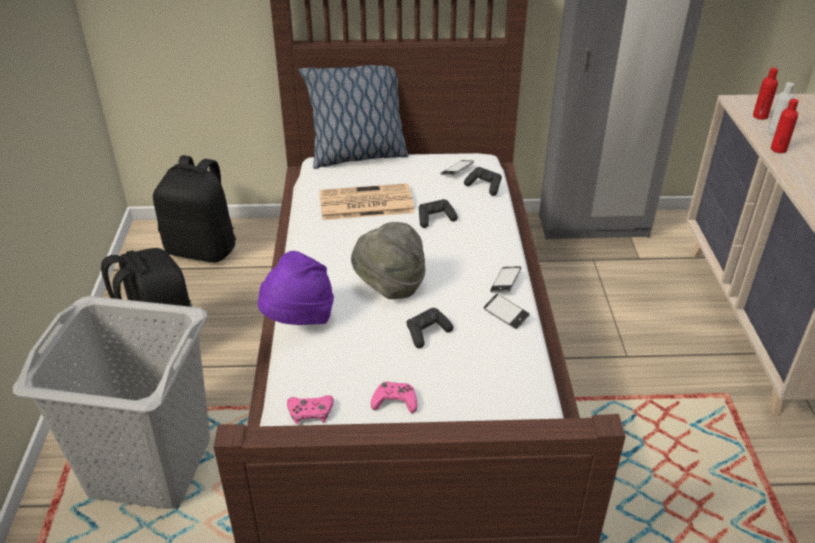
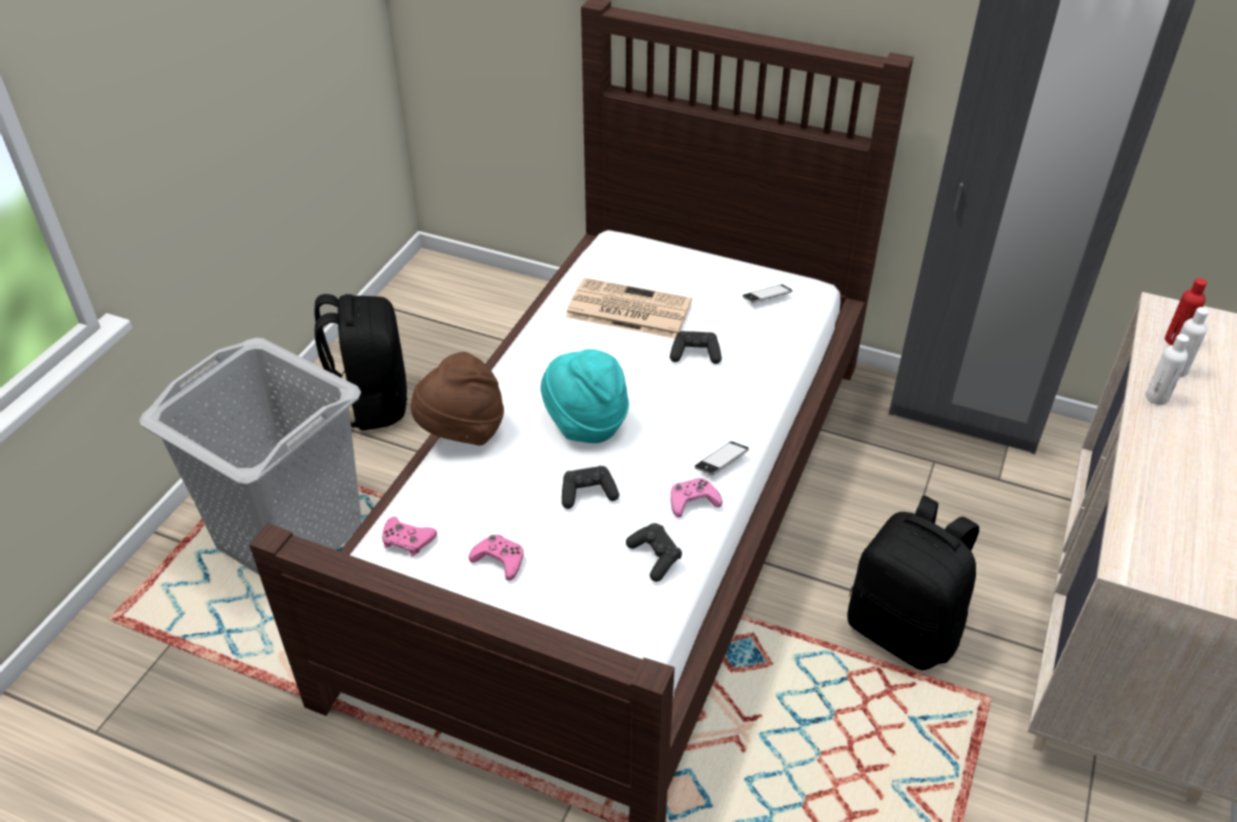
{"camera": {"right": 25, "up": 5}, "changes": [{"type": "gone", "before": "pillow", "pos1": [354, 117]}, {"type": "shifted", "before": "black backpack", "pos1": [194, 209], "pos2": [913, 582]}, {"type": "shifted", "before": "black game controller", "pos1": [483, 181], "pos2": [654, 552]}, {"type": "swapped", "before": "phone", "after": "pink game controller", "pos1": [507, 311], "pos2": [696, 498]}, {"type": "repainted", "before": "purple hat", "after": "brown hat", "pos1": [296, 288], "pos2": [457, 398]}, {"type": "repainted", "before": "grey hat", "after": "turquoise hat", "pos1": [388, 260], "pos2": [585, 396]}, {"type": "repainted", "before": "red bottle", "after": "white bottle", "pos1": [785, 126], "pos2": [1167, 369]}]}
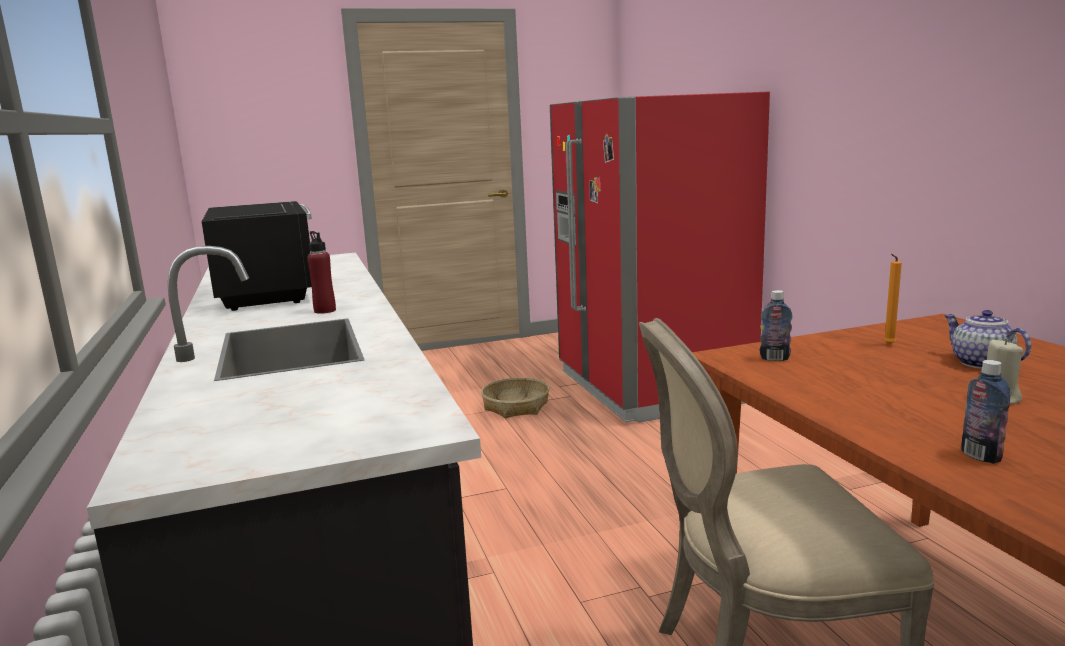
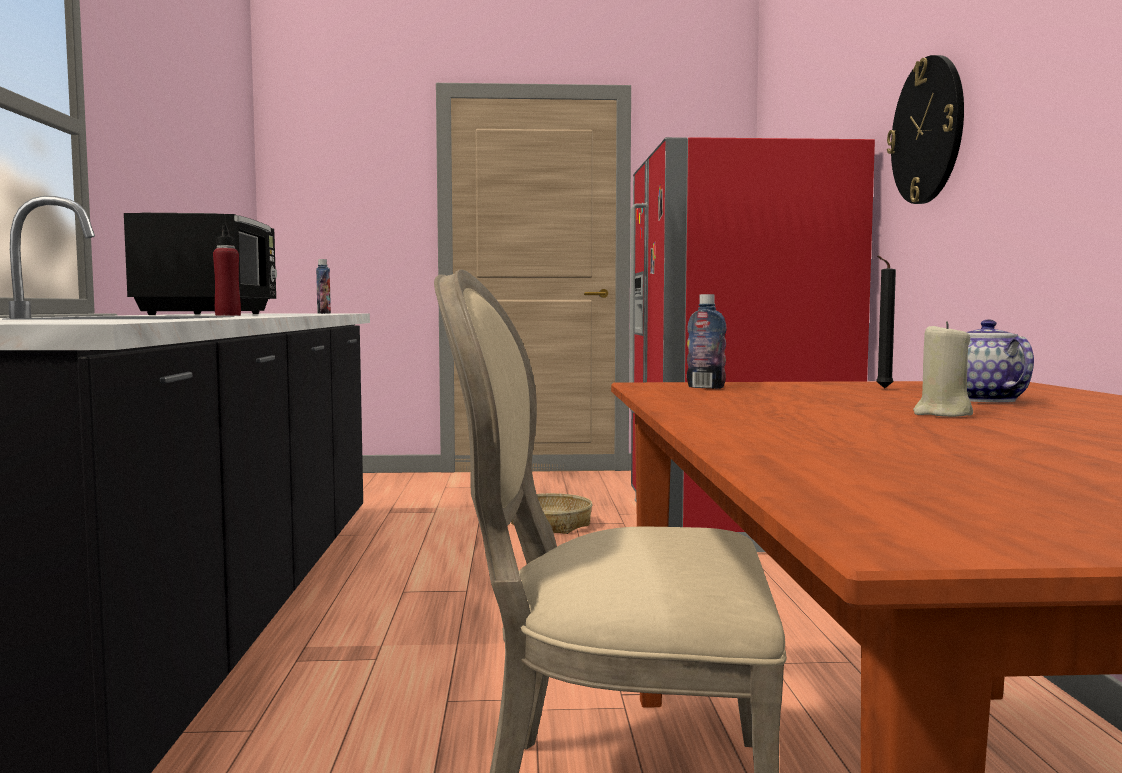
{"camera": {"right": 15, "up": -10}, "changes": [{"type": "new", "after": "wall clock", "pos2": [925, 129]}, {"type": "shifted", "before": "bottle", "pos1": [985, 412], "pos2": [323, 286]}, {"type": "repainted", "before": "orange candle", "after": "black candle", "pos1": [892, 299], "pos2": [886, 322]}]}
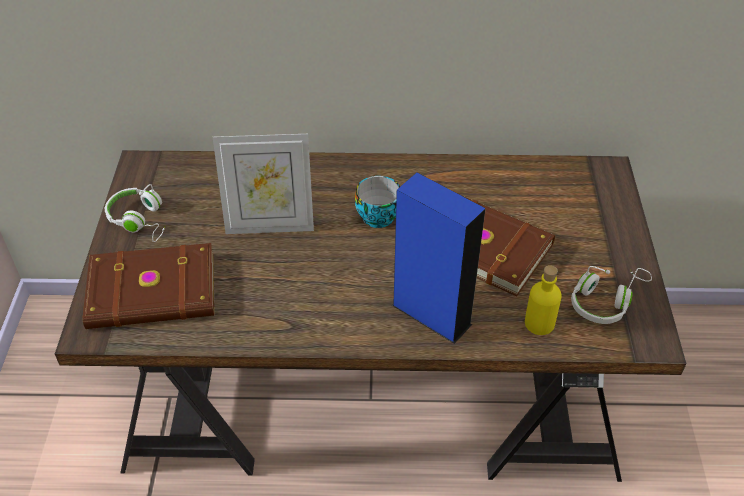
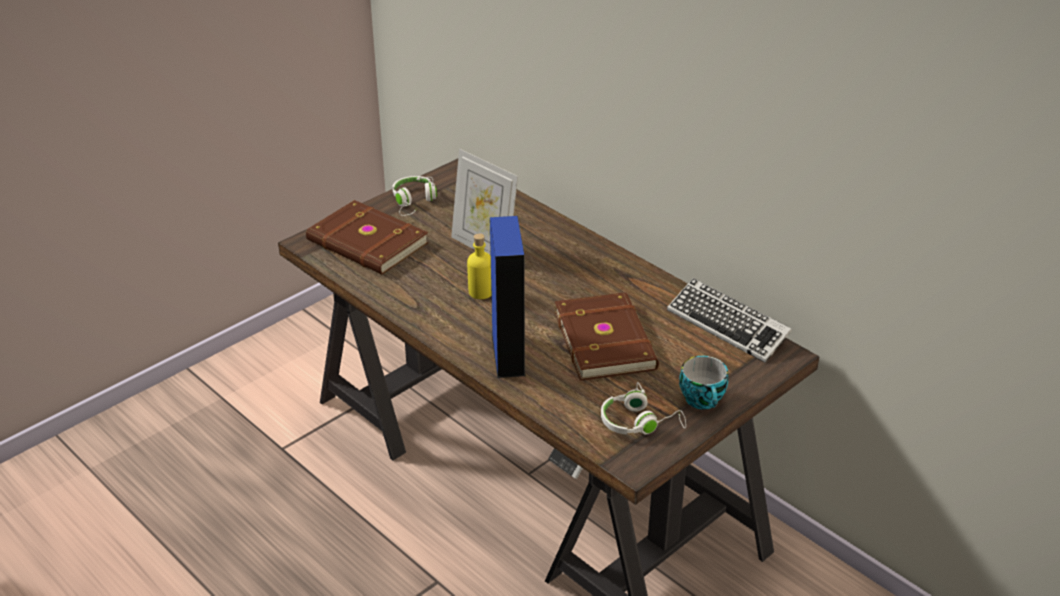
{"camera": {"right": 45, "up": -10}, "changes": [{"type": "new", "after": "keyboard", "pos2": [729, 320]}, {"type": "shifted", "before": "cup", "pos1": [377, 202], "pos2": [703, 382]}, {"type": "shifted", "before": "yellow bottle", "pos1": [543, 300], "pos2": [479, 266]}]}
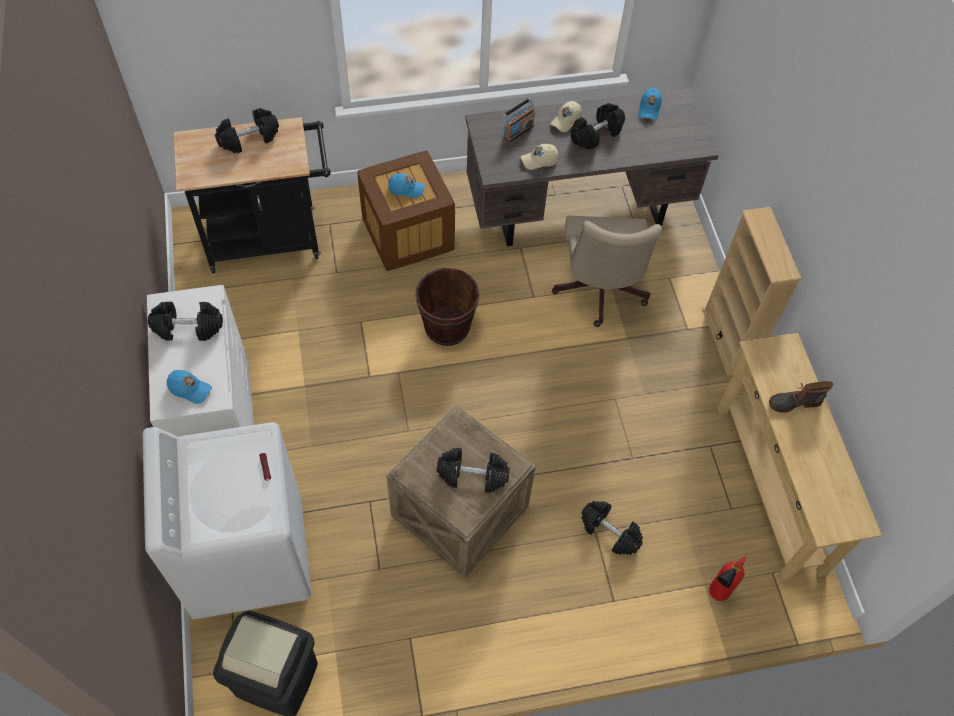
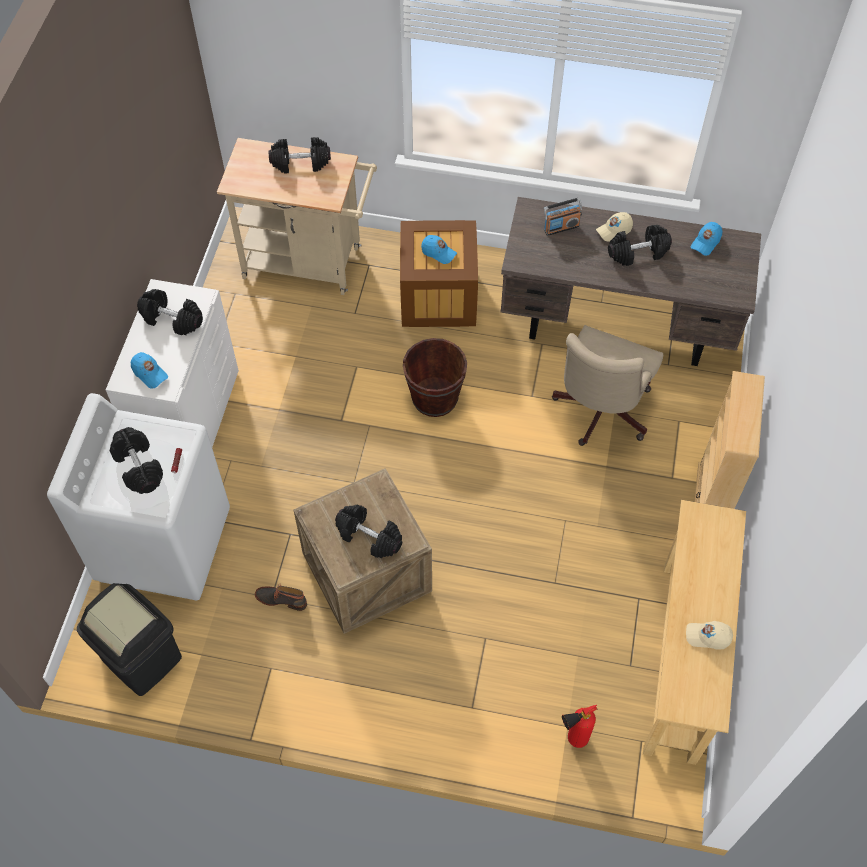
{"camera": {"right": 25, "up": 0}, "changes": [{"type": "shifted", "before": "beige cap", "pos1": [539, 157], "pos2": [709, 635]}, {"type": "shifted", "before": "black dumbbell", "pos1": [612, 528], "pos2": [136, 460]}, {"type": "shifted", "before": "boot", "pos1": [801, 397], "pos2": [281, 597]}, {"type": "repainted", "before": "black cart", "after": "beige cart", "pos1": [252, 195], "pos2": [297, 216]}]}
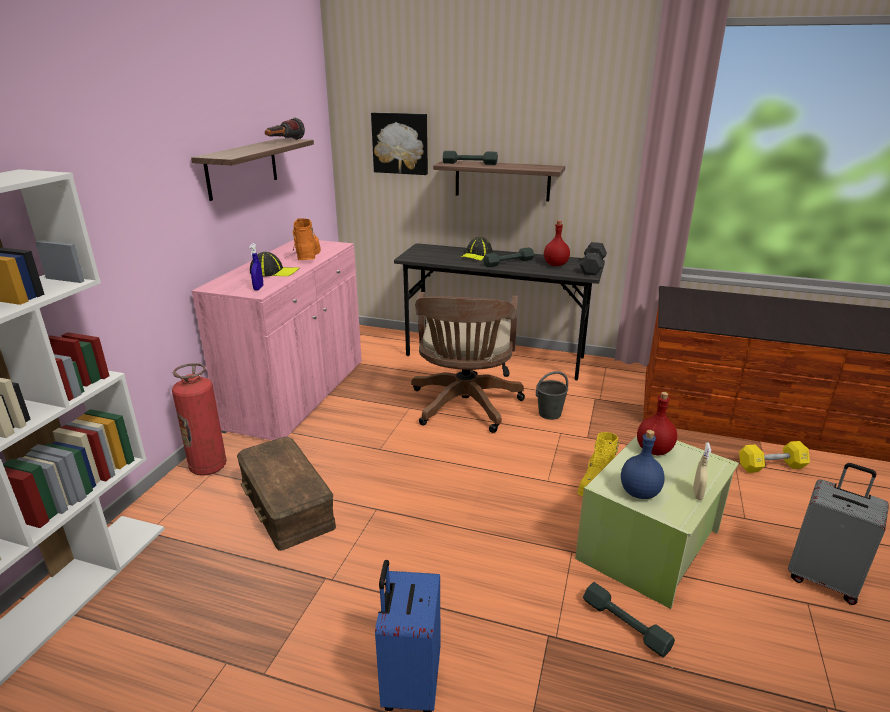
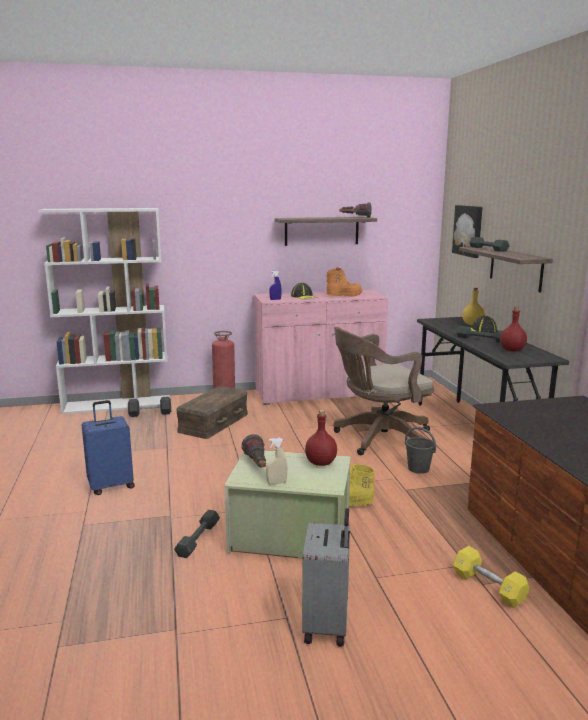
{"camera": {"right": 60, "up": -10}, "changes": [{"type": "new", "after": "yellow bottle", "pos2": [473, 306]}, {"type": "shifted", "before": "black dumbbell", "pos1": [593, 258], "pos2": [149, 407]}, {"type": "swapped", "before": "blue bottle", "after": "flashlight", "pos1": [643, 464], "pos2": [253, 451]}]}
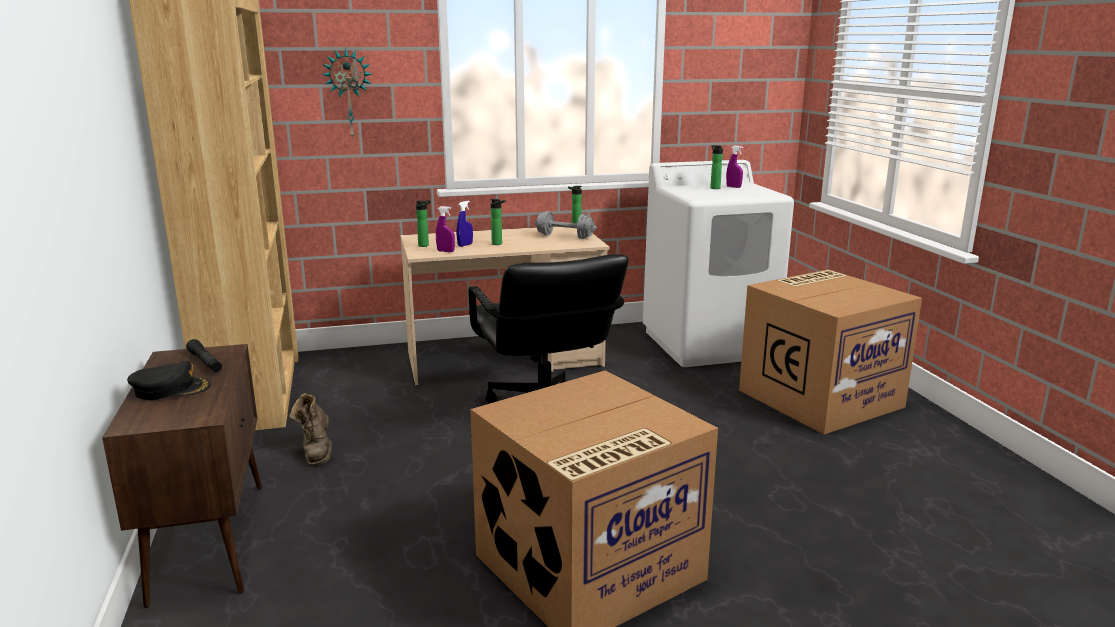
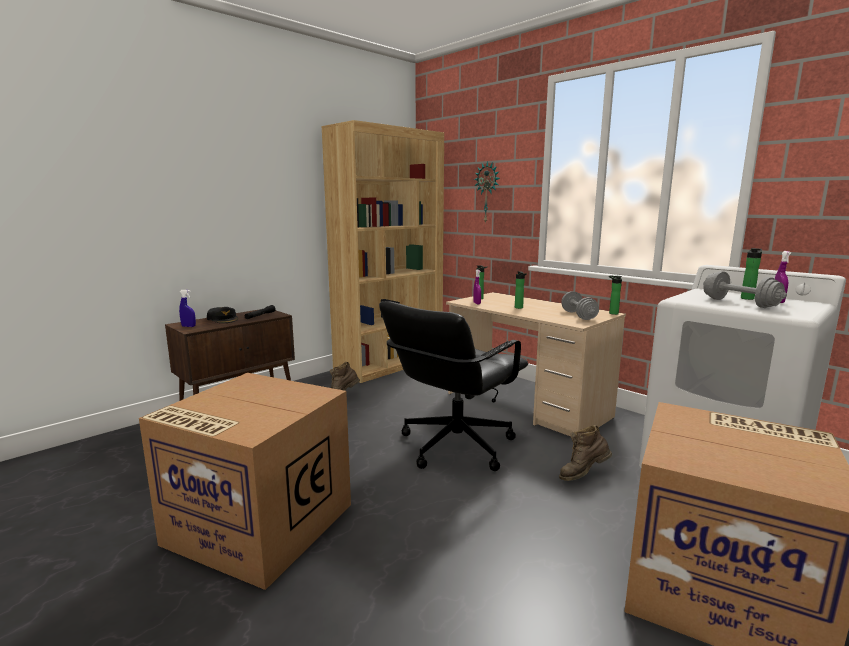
{"camera": {"right": 60, "up": -5}, "changes": [{"type": "new", "after": "brown boot", "pos2": [585, 453]}, {"type": "new", "after": "grey dumbbell", "pos2": [745, 289]}, {"type": "shifted", "before": "blue spray bottle", "pos1": [465, 224], "pos2": [187, 308]}]}
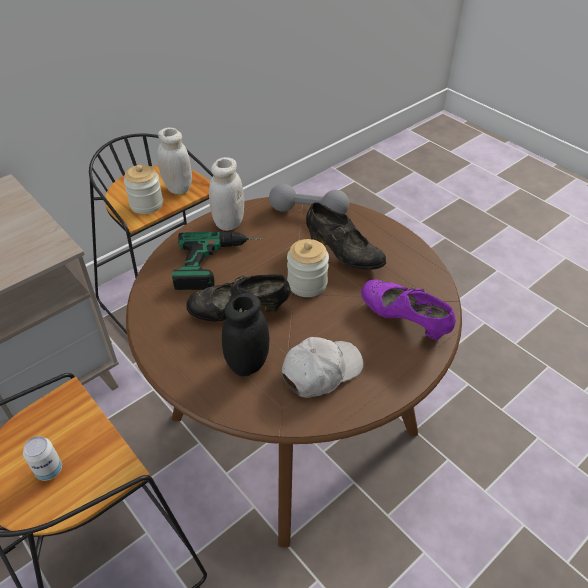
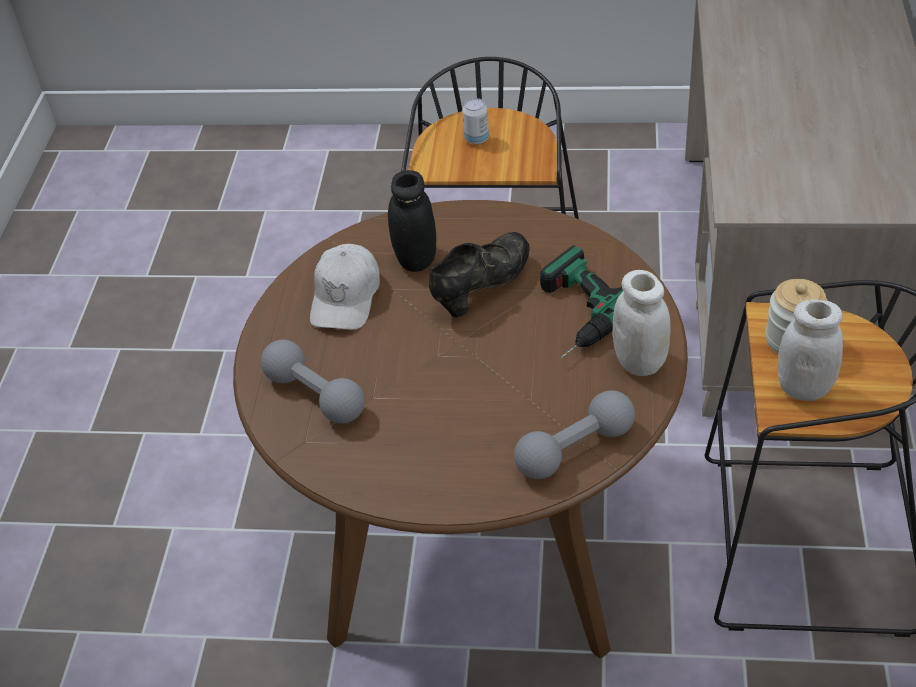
{"camera": {"right": 140, "up": 0}, "changes": [{"type": "gone", "before": "jar", "pos1": [308, 268]}, {"type": "gone", "before": "black shoe", "pos1": [346, 236]}, {"type": "swapped", "before": "purple shoe", "after": "grey dumbbell", "pos1": [408, 309], "pos2": [313, 381]}]}
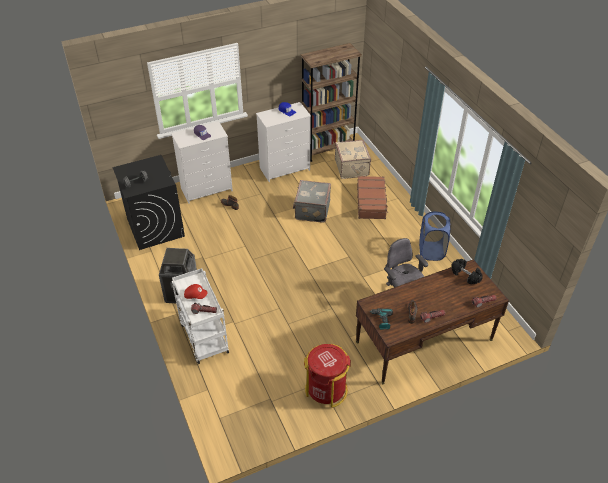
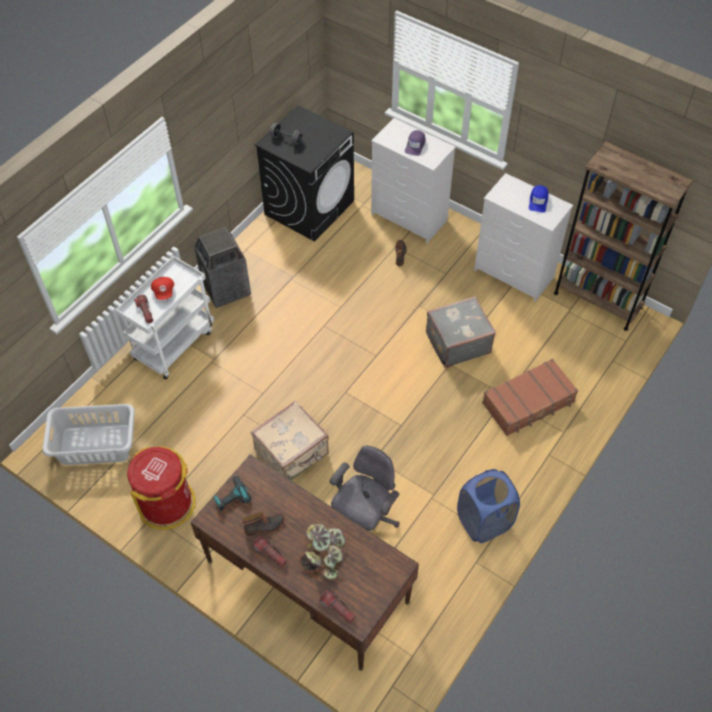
{"camera": {"right": 60, "up": 10}, "changes": [{"type": "gone", "before": "black dumbbell", "pos1": [467, 271]}, {"type": "new", "after": "grey laundry basket", "pos2": [89, 434]}, {"type": "new", "after": "potted plant", "pos2": [322, 551]}, {"type": "shifted", "before": "beige suitcase", "pos1": [353, 159], "pos2": [290, 440]}]}
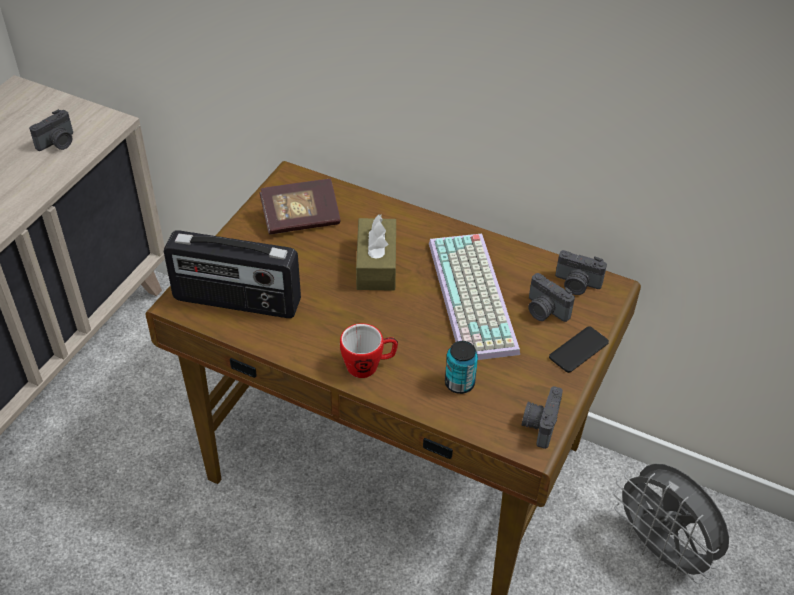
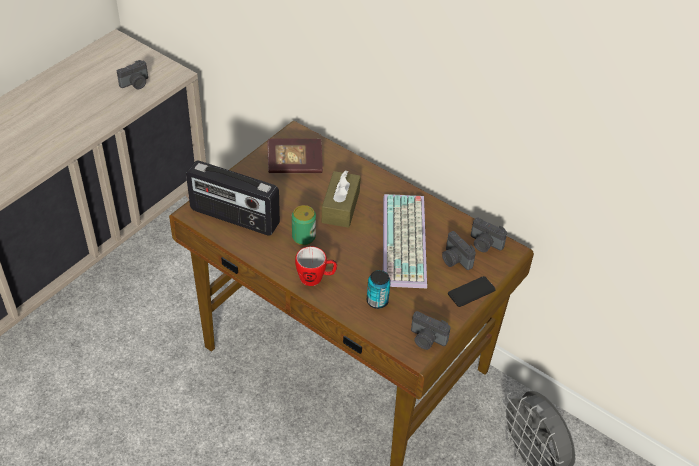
{"camera": {"right": 10, "up": 0}, "changes": [{"type": "new", "after": "can", "pos2": [304, 225]}, {"type": "rotated", "before": "photo camera", "pos1": [542, 417], "pos2": [431, 330], "turn": -90}]}
